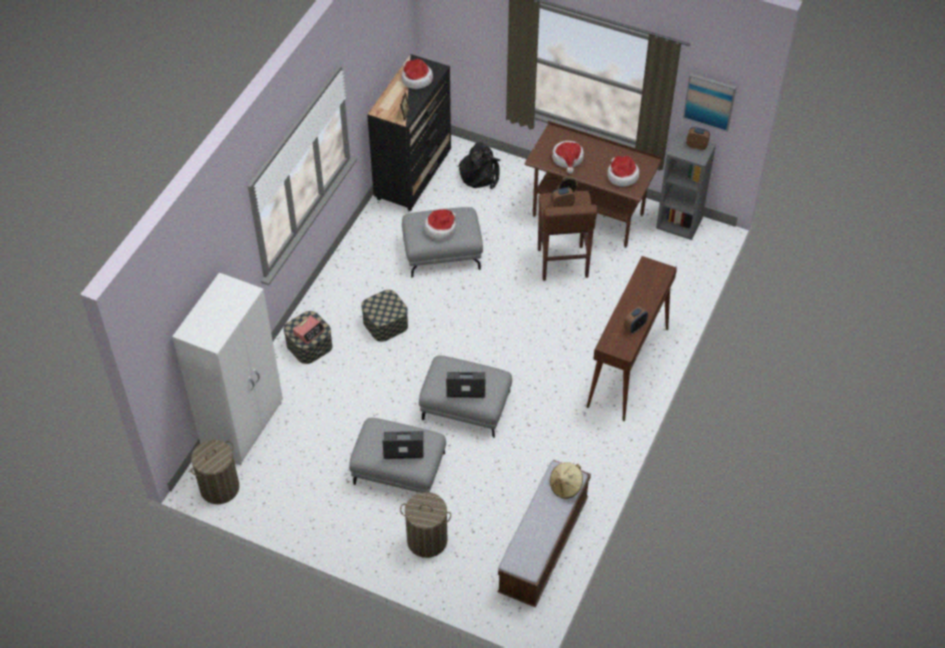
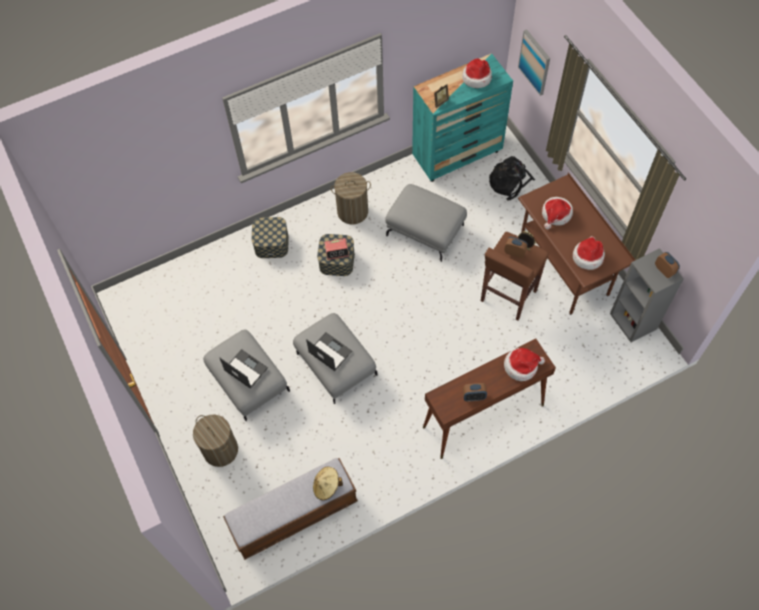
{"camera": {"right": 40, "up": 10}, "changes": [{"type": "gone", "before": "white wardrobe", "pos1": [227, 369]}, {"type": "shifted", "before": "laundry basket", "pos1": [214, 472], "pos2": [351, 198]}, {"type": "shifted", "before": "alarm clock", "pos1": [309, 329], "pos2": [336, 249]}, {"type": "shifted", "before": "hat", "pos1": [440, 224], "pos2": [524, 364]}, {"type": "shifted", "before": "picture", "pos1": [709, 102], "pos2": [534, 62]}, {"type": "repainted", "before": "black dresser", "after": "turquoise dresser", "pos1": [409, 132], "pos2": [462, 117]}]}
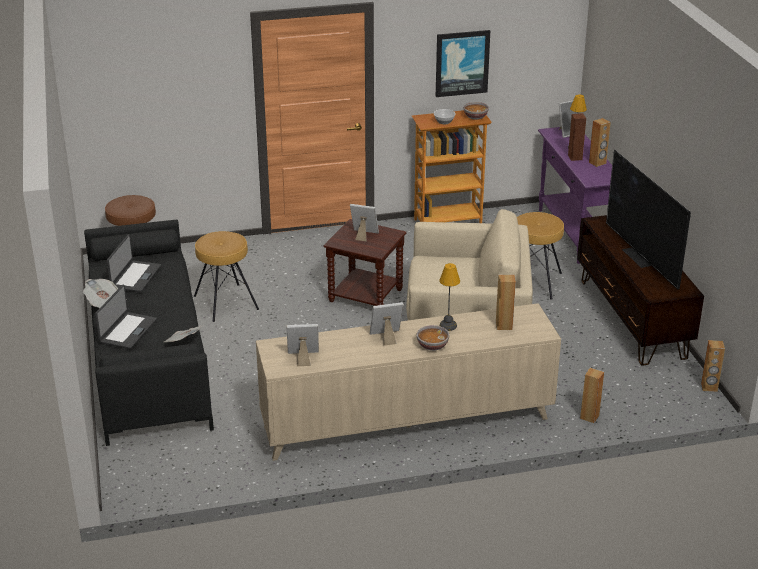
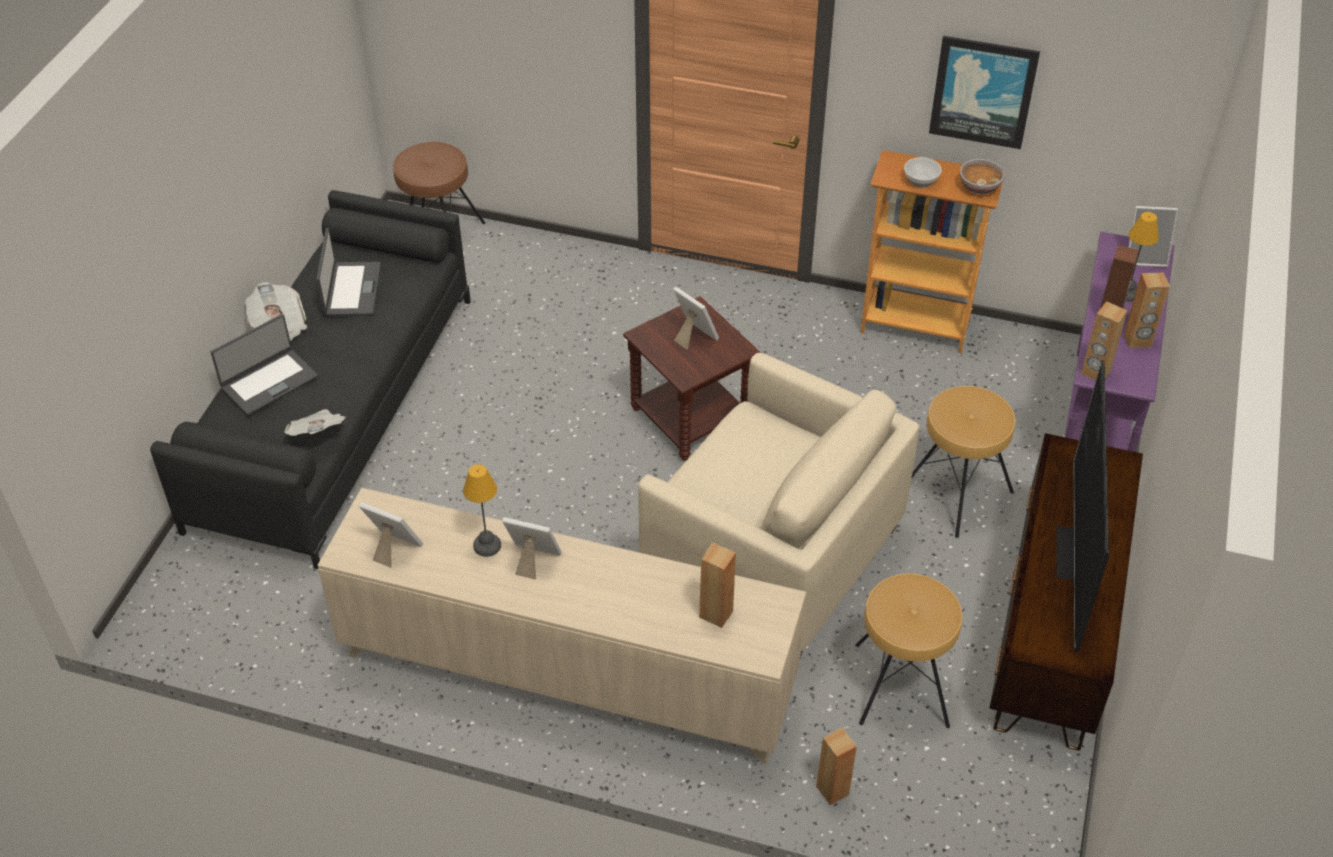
{"camera": {"right": 30, "up": 15}, "changes": [{"type": "gone", "before": "bowl", "pos1": [433, 338]}, {"type": "shifted", "before": "brown stool", "pos1": [226, 276], "pos2": [908, 650]}, {"type": "shifted", "before": "table lamp", "pos1": [449, 297], "pos2": [482, 510]}, {"type": "shifted", "before": "brown speaker", "pos1": [713, 366], "pos2": [1104, 341]}, {"type": "rotated", "before": "laptop", "pos1": [134, 263], "pos2": [348, 272], "turn": -45}]}
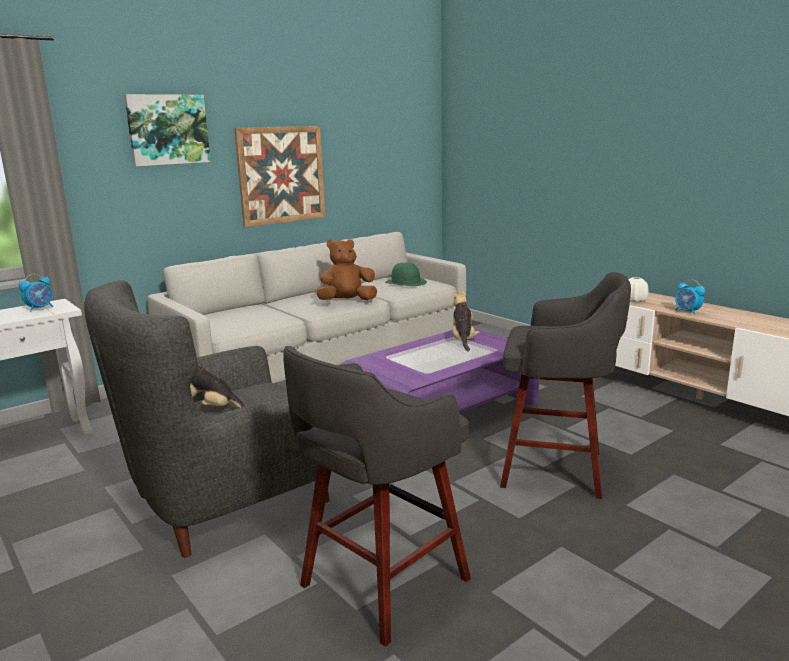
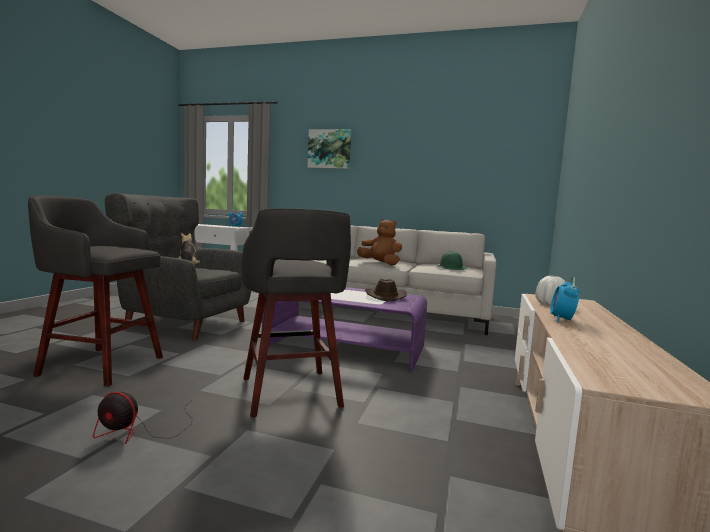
{"camera": {"right": 55, "up": -10}, "changes": [{"type": "gone", "before": "picture", "pos1": [279, 176]}, {"type": "new", "after": "fan", "pos2": [142, 418]}, {"type": "swapped", "before": "plush toy", "after": "brown hat", "pos1": [466, 321], "pos2": [386, 290]}]}
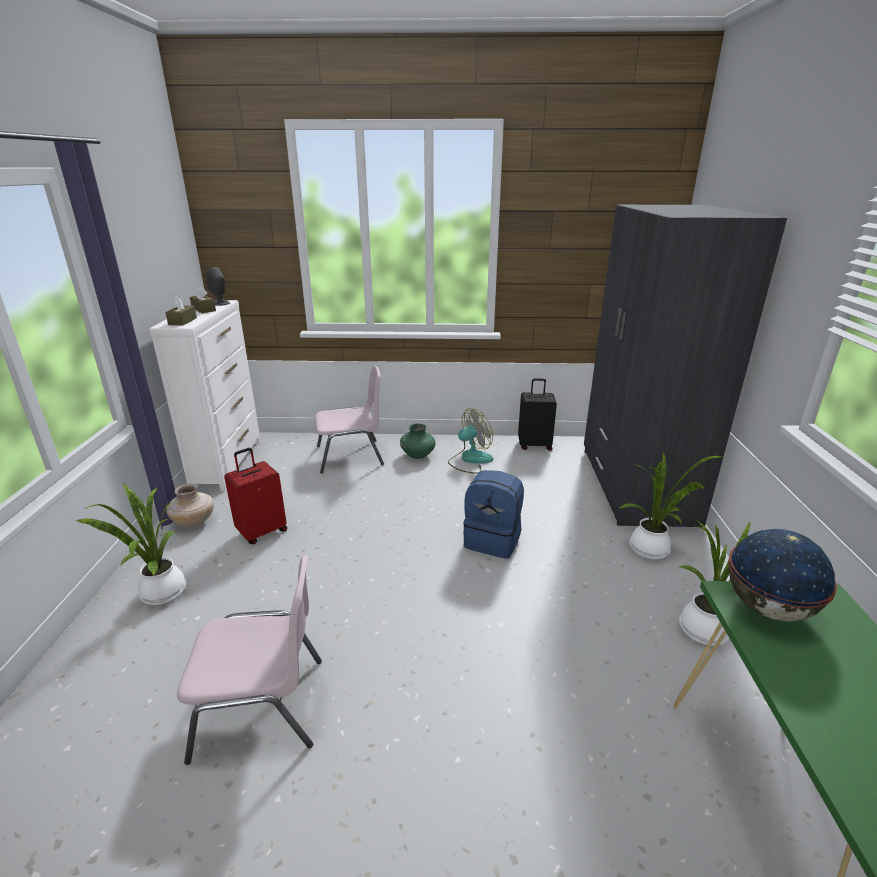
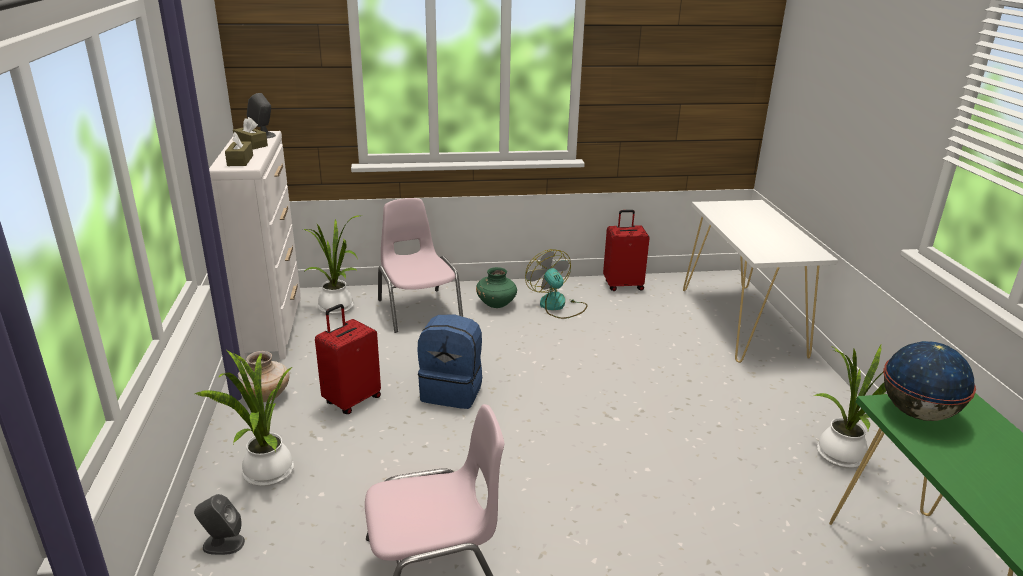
{"camera": {"right": -10, "up": 0}, "changes": [{"type": "new", "after": "grey speaker", "pos2": [219, 524]}, {"type": "shifted", "before": "blue backpack", "pos1": [493, 514], "pos2": [449, 361]}, {"type": "shifted", "before": "potted plant", "pos1": [671, 505], "pos2": [332, 265]}, {"type": "swapped", "before": "grey wardrobe", "after": "white console table", "pos1": [685, 366], "pos2": [760, 281]}, {"type": "repainted", "before": "black suitcase", "after": "red suitcase", "pos1": [537, 414], "pos2": [626, 250]}, {"type": "rotated", "before": "pink chair", "pos1": [349, 419], "pos2": [420, 265], "turn": -90}, {"type": "rotated", "before": "fan", "pos1": [470, 441], "pos2": [556, 284], "turn": -75}]}
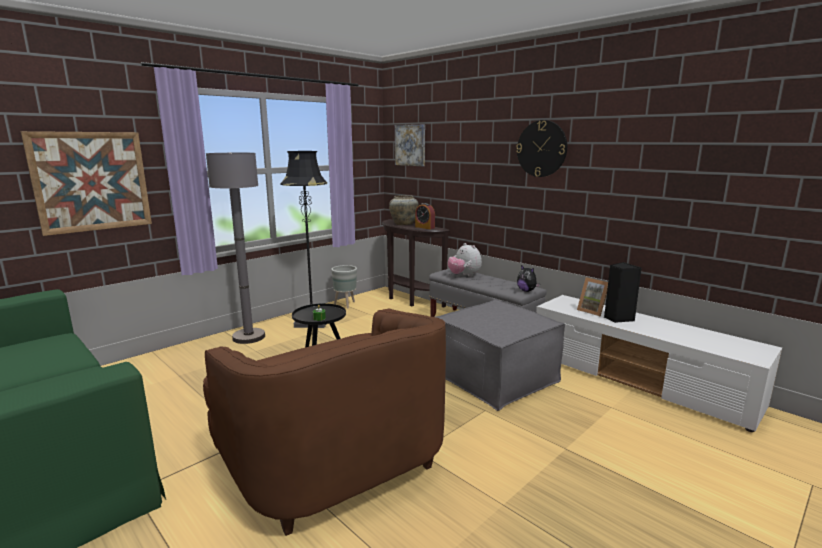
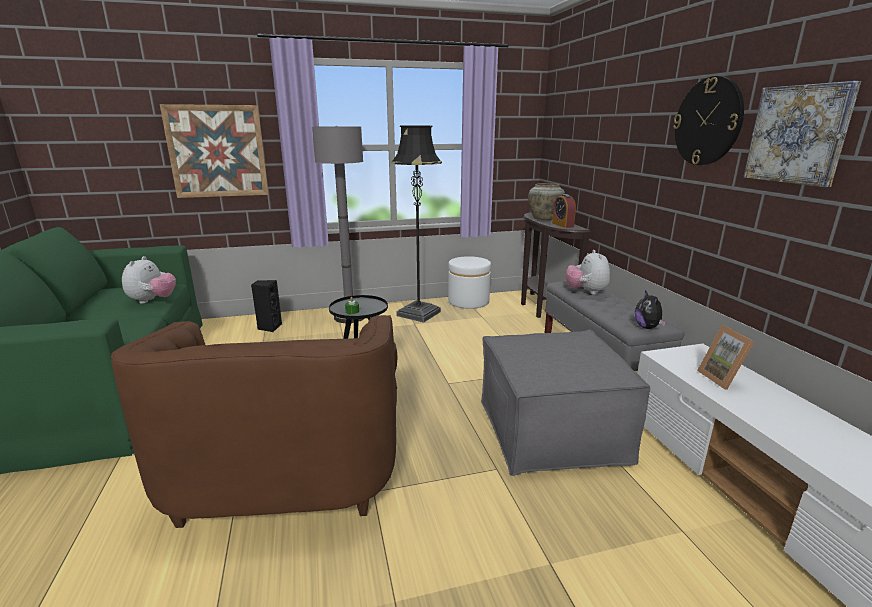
{"camera": {"right": 30, "up": 5}, "changes": [{"type": "new", "after": "plush toy", "pos2": [149, 280]}, {"type": "shifted", "before": "picture", "pos1": [410, 145], "pos2": [802, 134]}, {"type": "shifted", "before": "black speaker", "pos1": [623, 292], "pos2": [266, 306]}, {"type": "swapped", "before": "grey planter", "after": "white ottoman", "pos1": [344, 287], "pos2": [469, 282]}]}
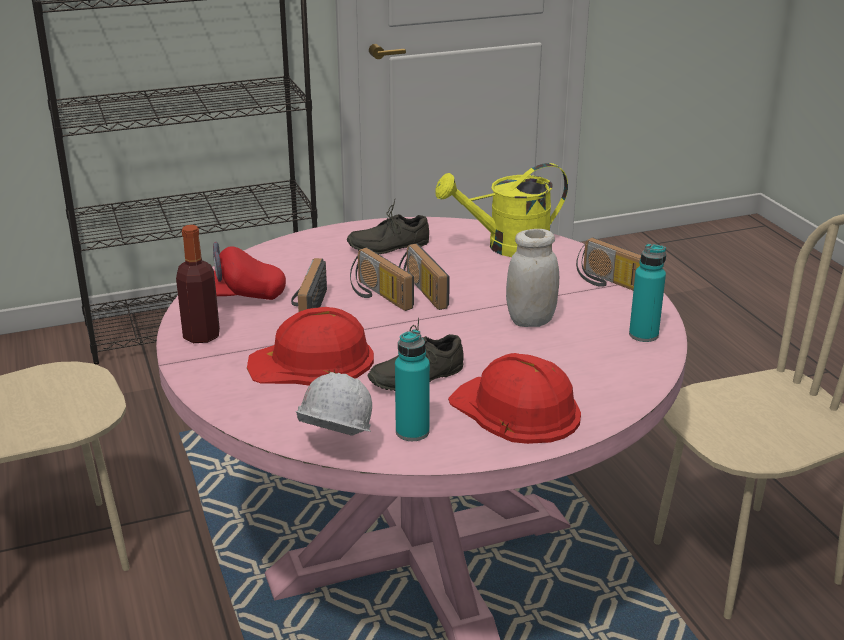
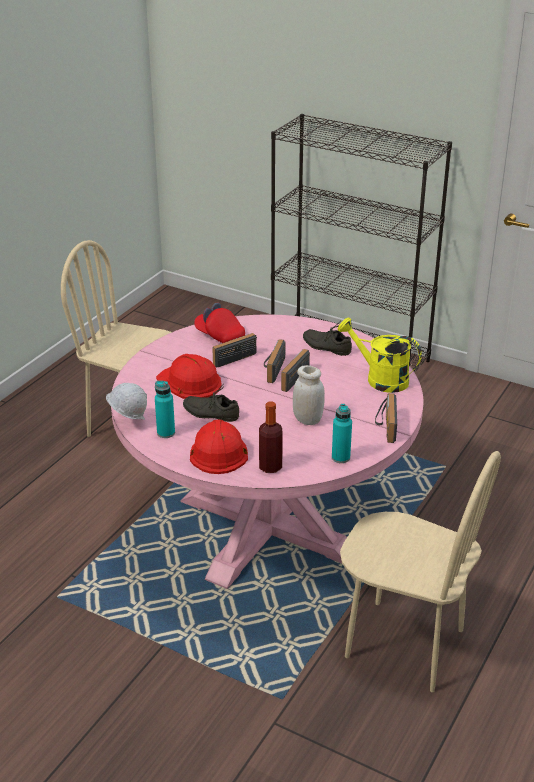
{"camera": {"right": 50, "up": 5}, "changes": [{"type": "shifted", "before": "bottle", "pos1": [198, 284], "pos2": [271, 437]}]}
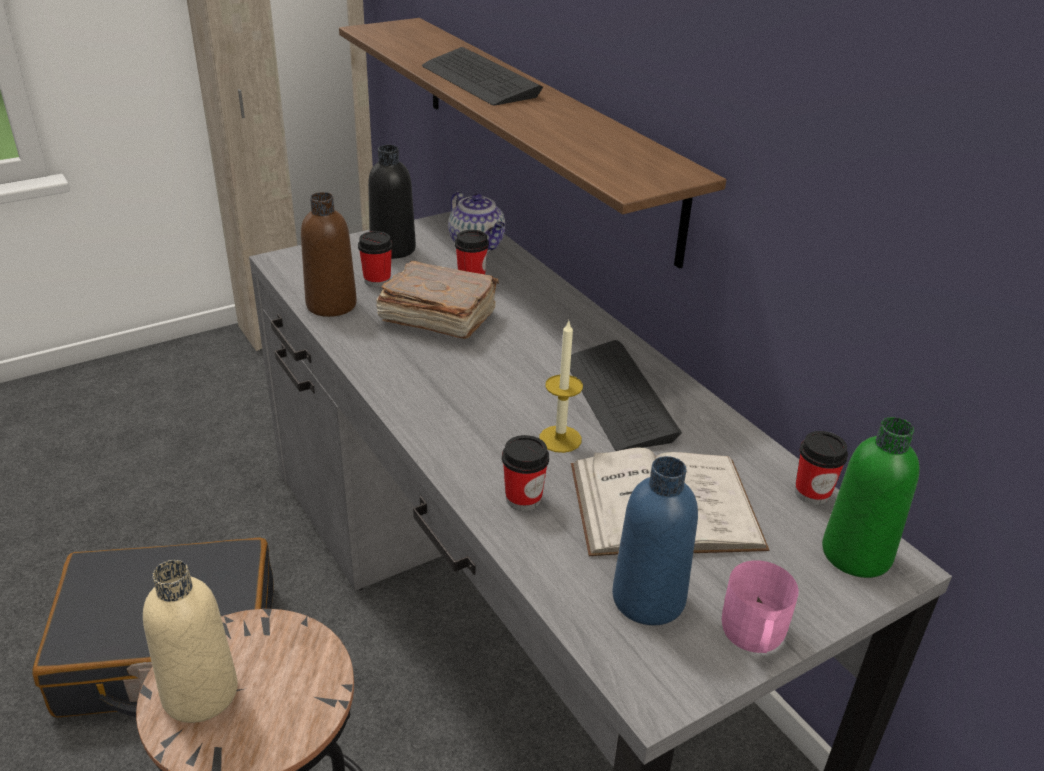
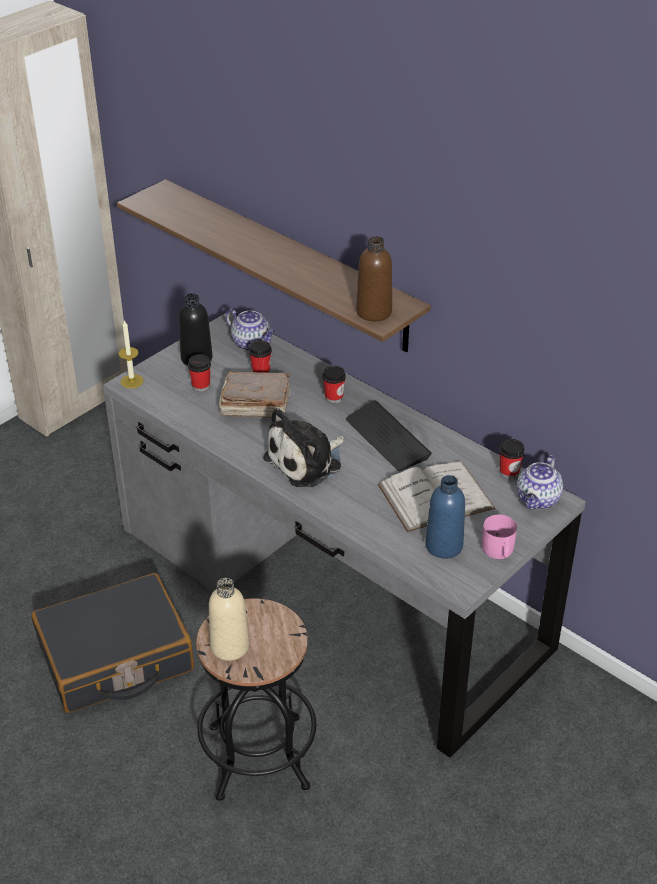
{"camera": {"right": -15, "up": 5}, "changes": [{"type": "gone", "before": "keyboard", "pos1": [482, 76]}, {"type": "new", "after": "plush toy", "pos2": [304, 447]}, {"type": "shifted", "before": "brown bottle", "pos1": [329, 254], "pos2": [374, 278]}, {"type": "shifted", "before": "cup", "pos1": [525, 473], "pos2": [334, 384]}, {"type": "shifted", "before": "candle", "pos1": [561, 386], "pos2": [131, 354]}, {"type": "swapped", "before": "green bottle", "after": "teapot", "pos1": [871, 497], "pos2": [540, 482]}]}
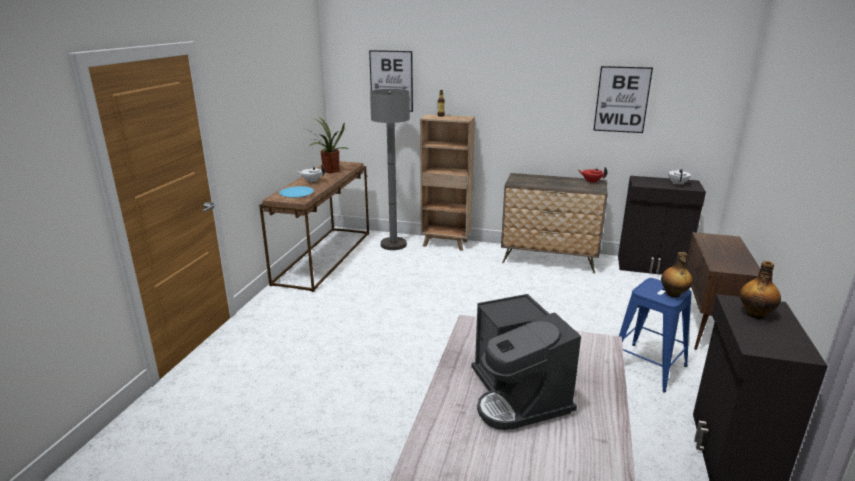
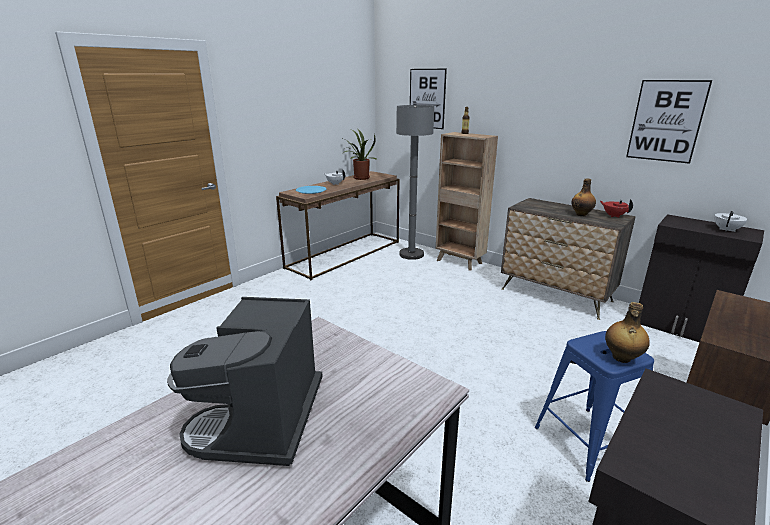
{"camera": {"right": 25, "up": 0}, "changes": [{"type": "shifted", "before": "bottle", "pos1": [760, 290], "pos2": [583, 197]}]}
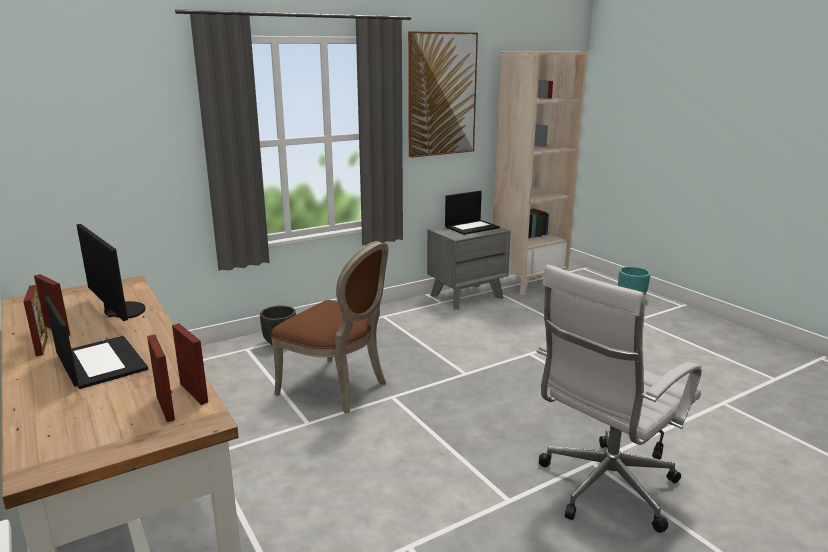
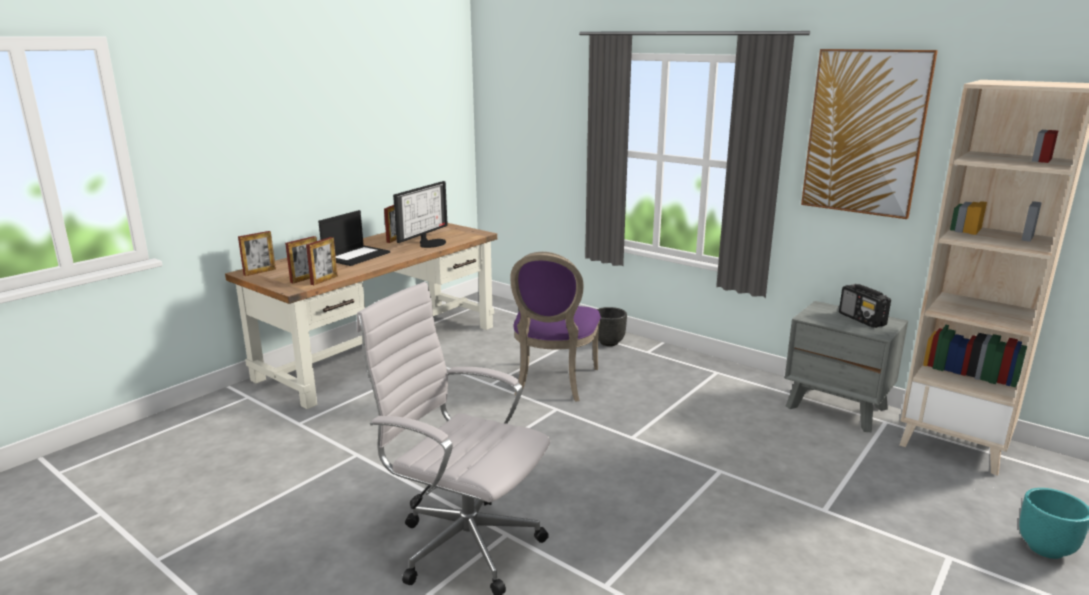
{"camera": {"right": 70, "up": 0}, "changes": [{"type": "shifted", "before": "picture frame", "pos1": [35, 320], "pos2": [257, 253]}, {"type": "swapped", "before": "laptop", "after": "radio", "pos1": [472, 213], "pos2": [865, 306]}, {"type": "repainted", "before": "brown chair", "after": "purple chair", "pos1": [329, 327], "pos2": [555, 327]}]}
